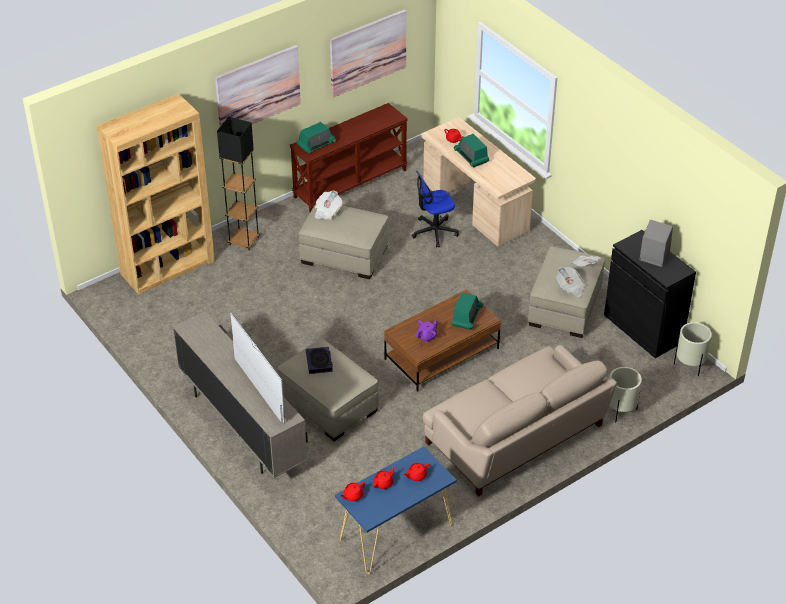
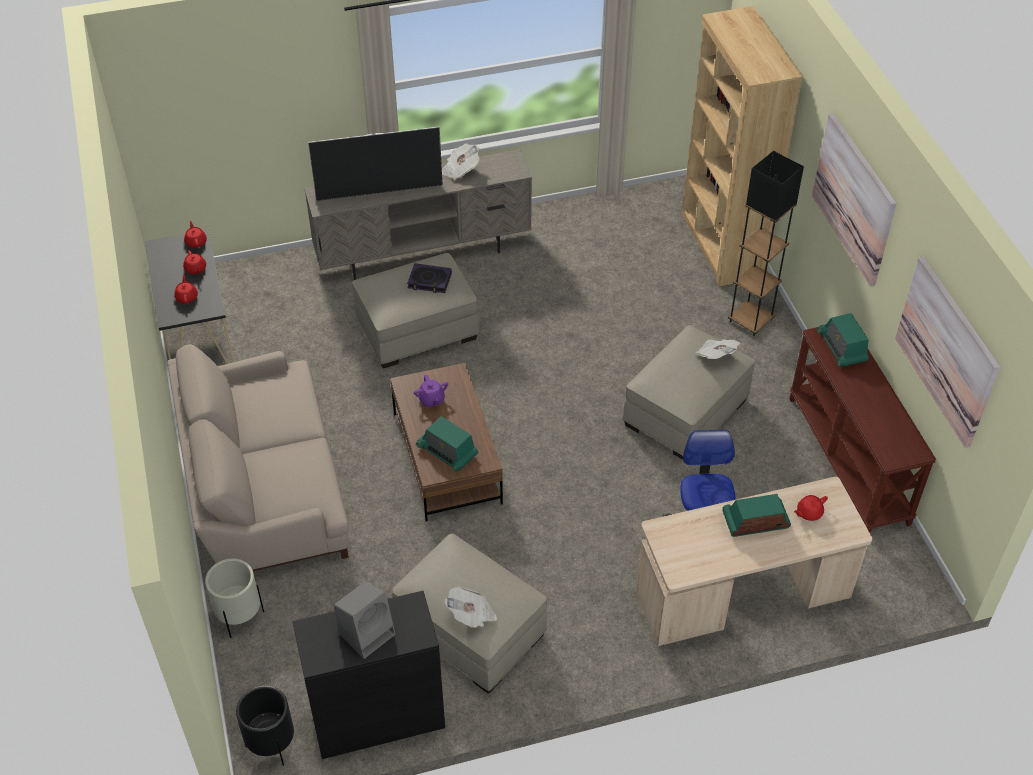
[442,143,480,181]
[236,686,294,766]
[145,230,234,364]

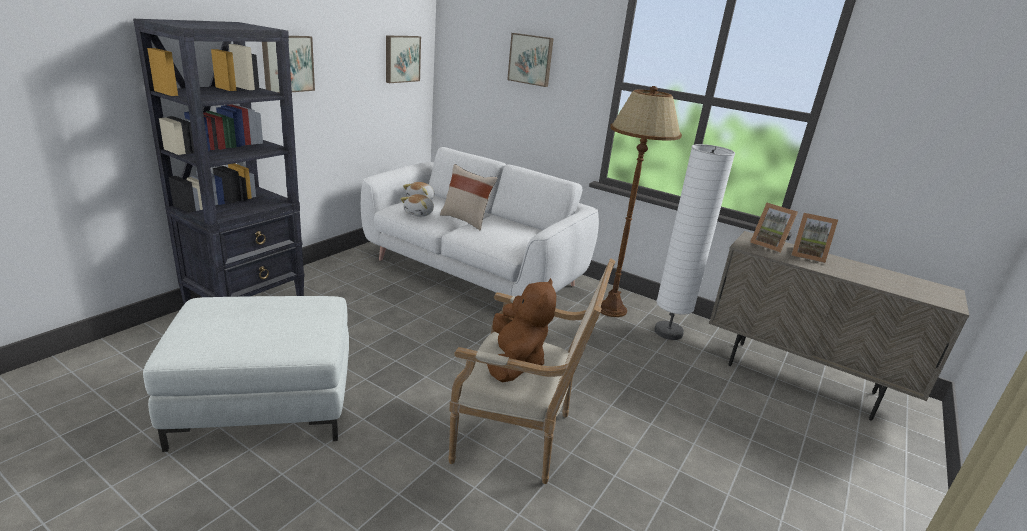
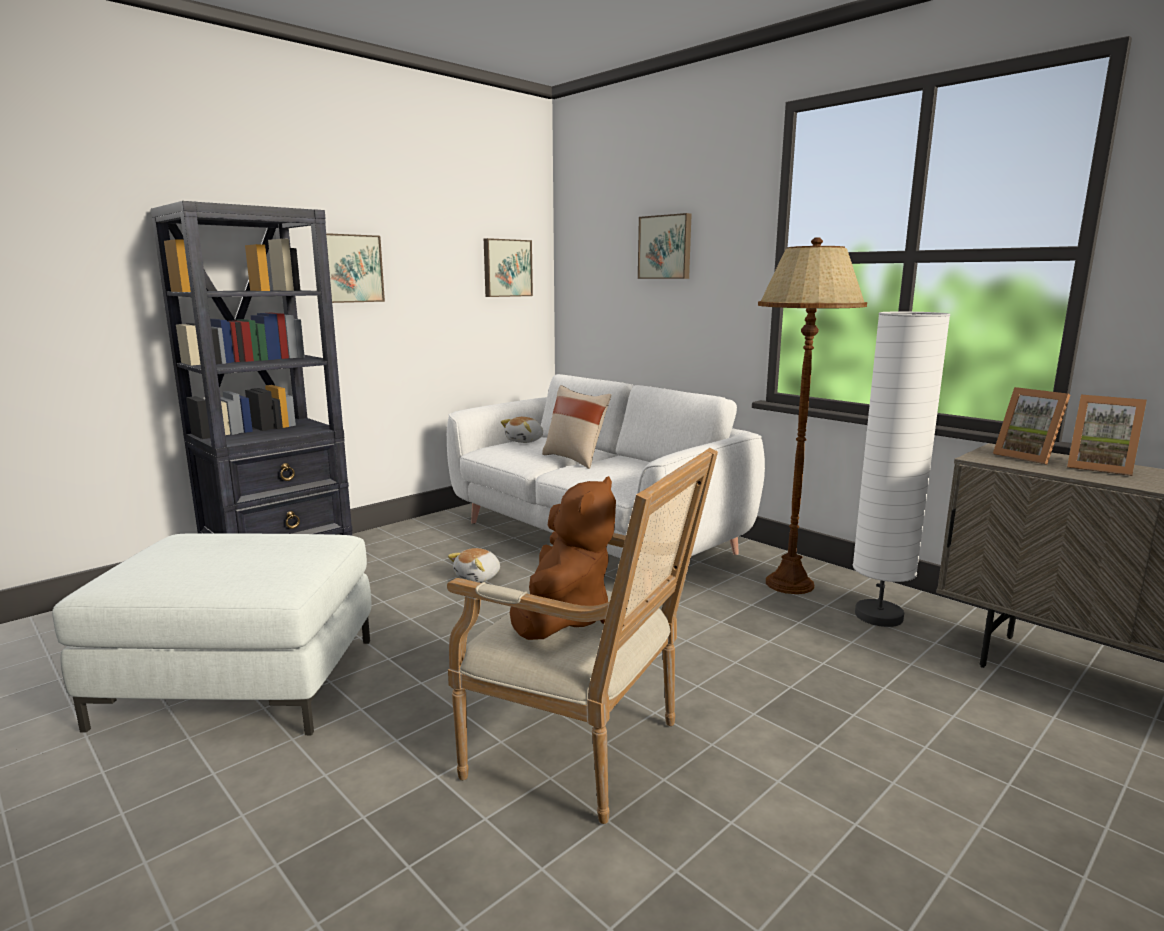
[448,548,500,583]

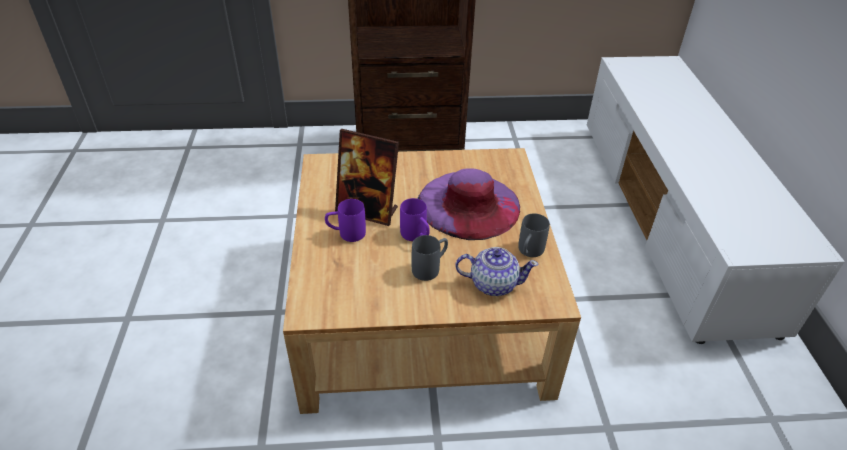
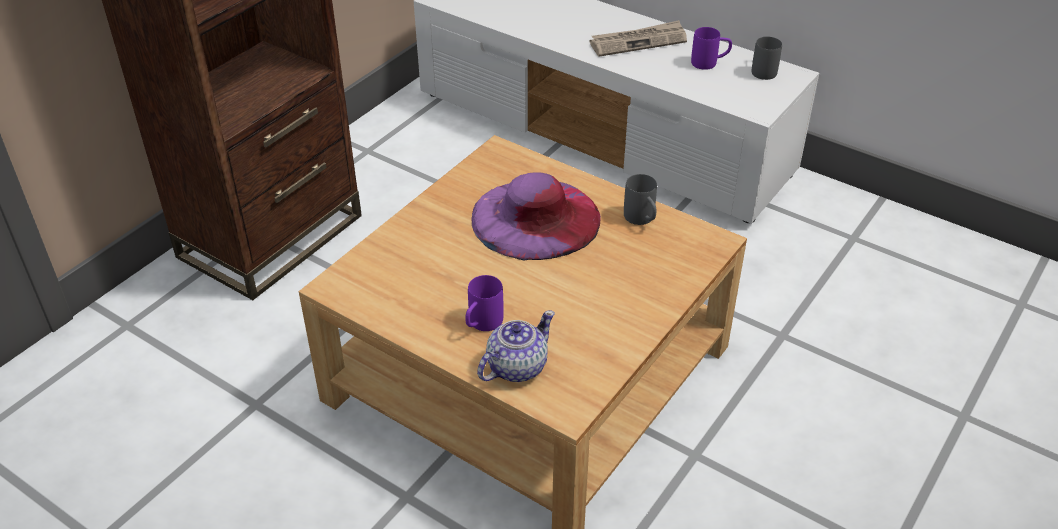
[335,129,399,226] (first image)
[691,27,732,70]
[752,36,782,80]
[477,310,555,382]
[590,20,687,57]

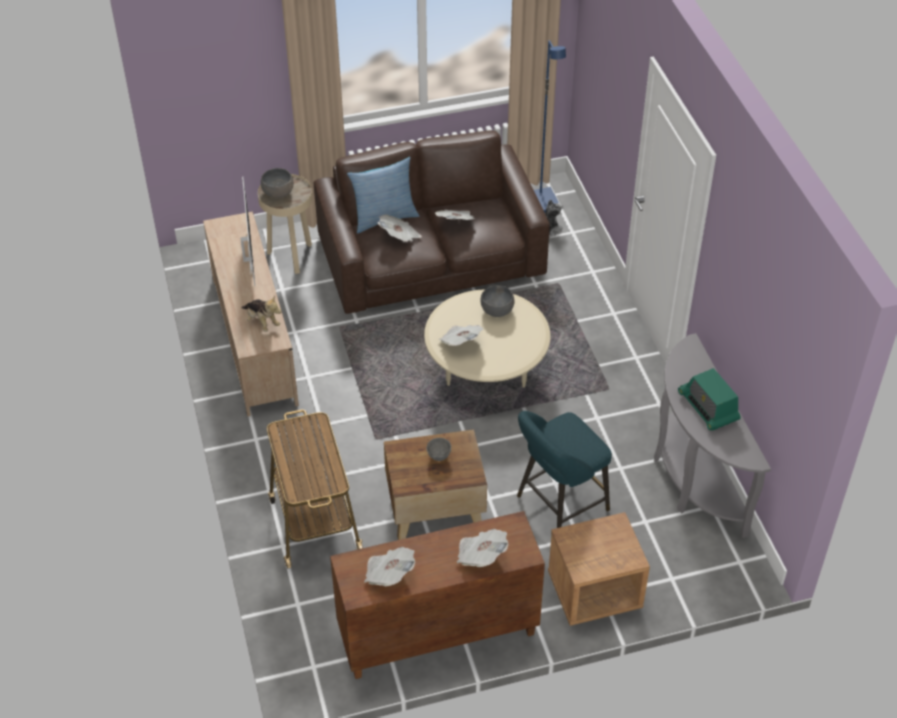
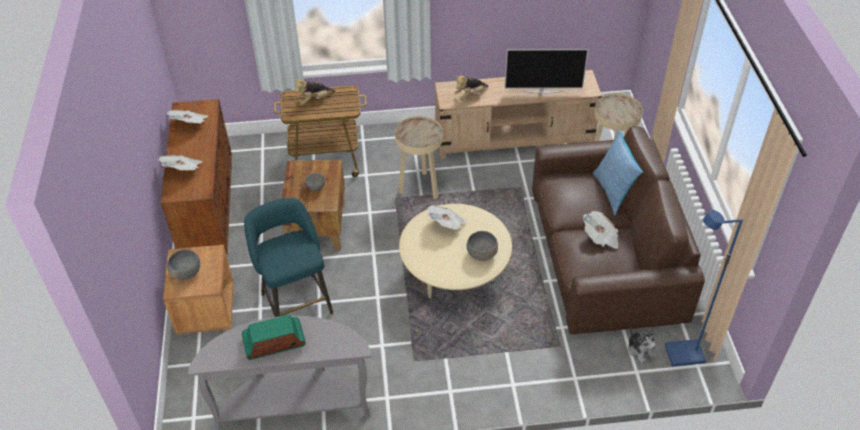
[167,249,200,280]
[377,214,422,242] (first image)
[293,79,335,105]
[395,116,443,199]

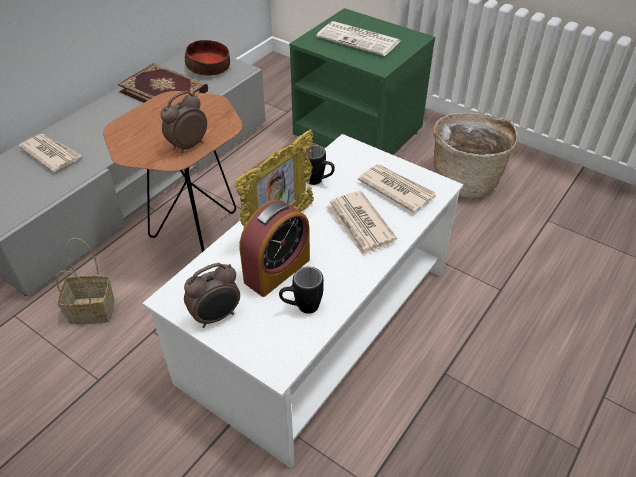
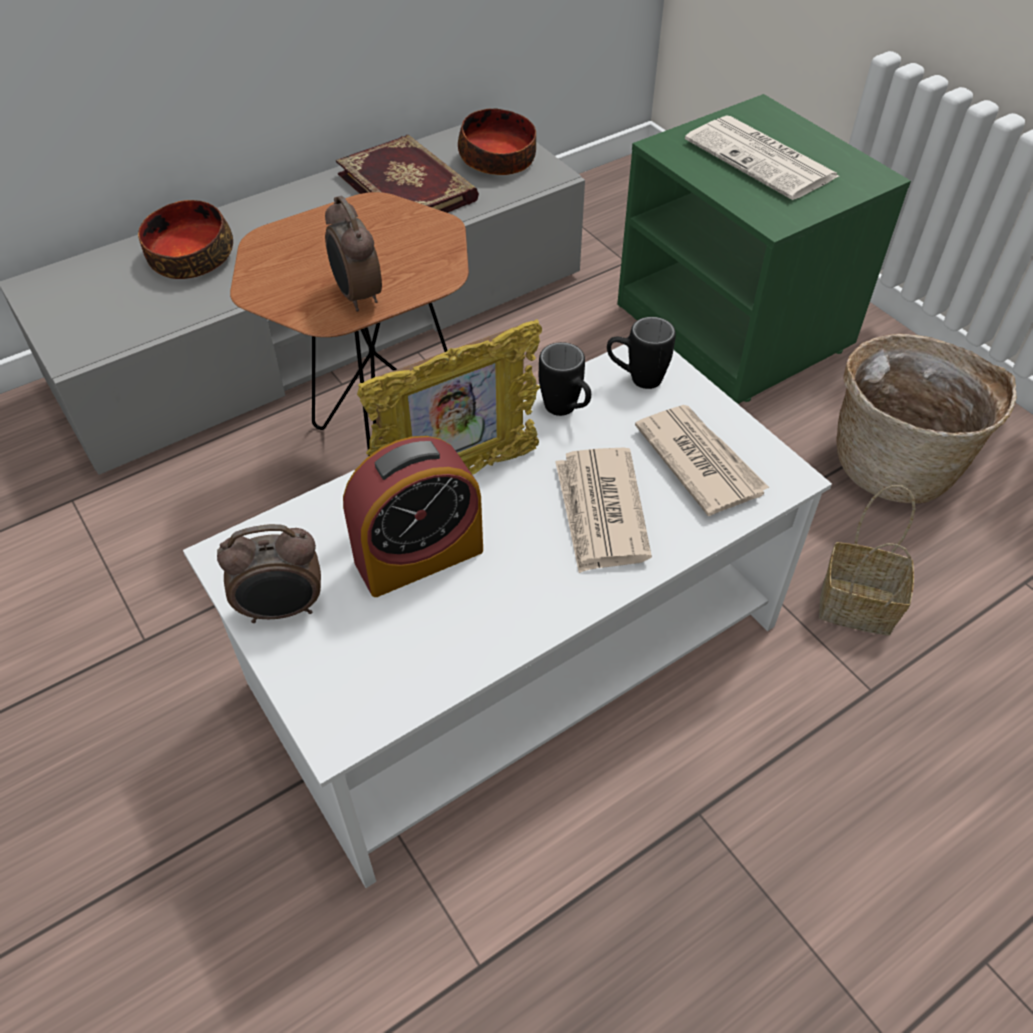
[325,195,382,312]
[138,200,233,279]
[819,485,916,636]
[607,317,676,389]

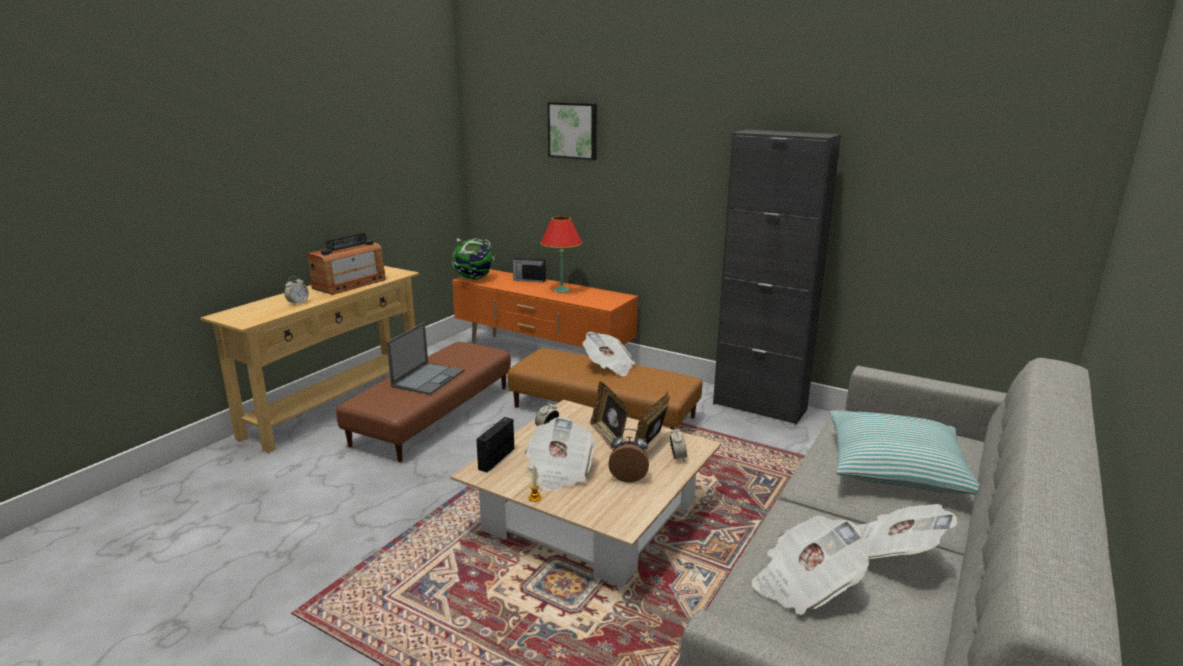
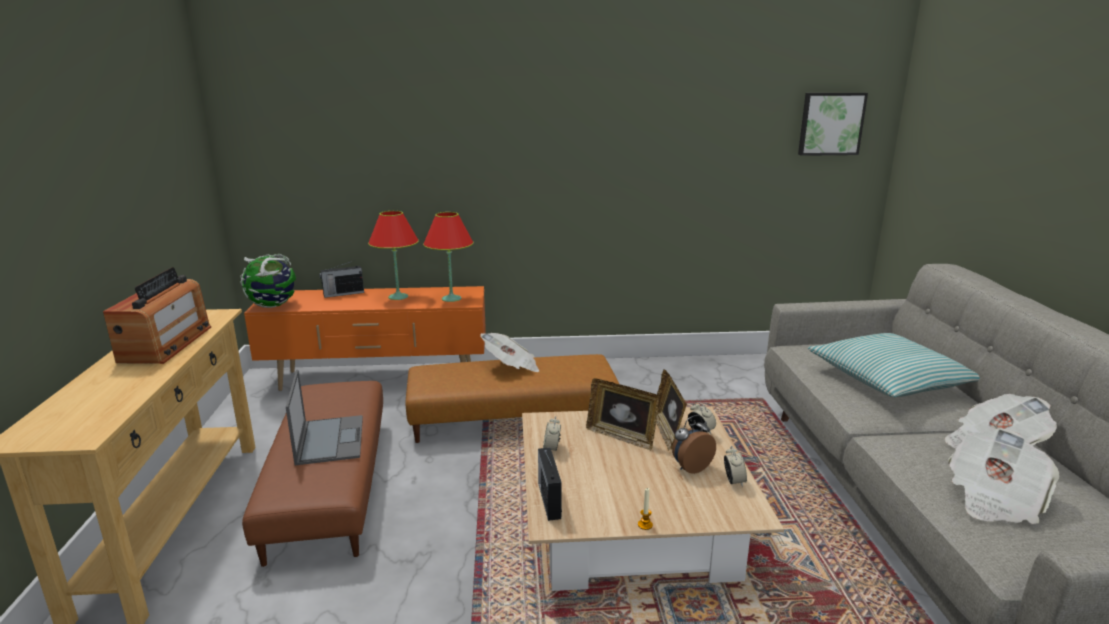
[798,93,868,156]
[713,129,841,425] (first image)
[724,446,747,487]
[525,417,596,491] (first image)
[423,212,474,302]

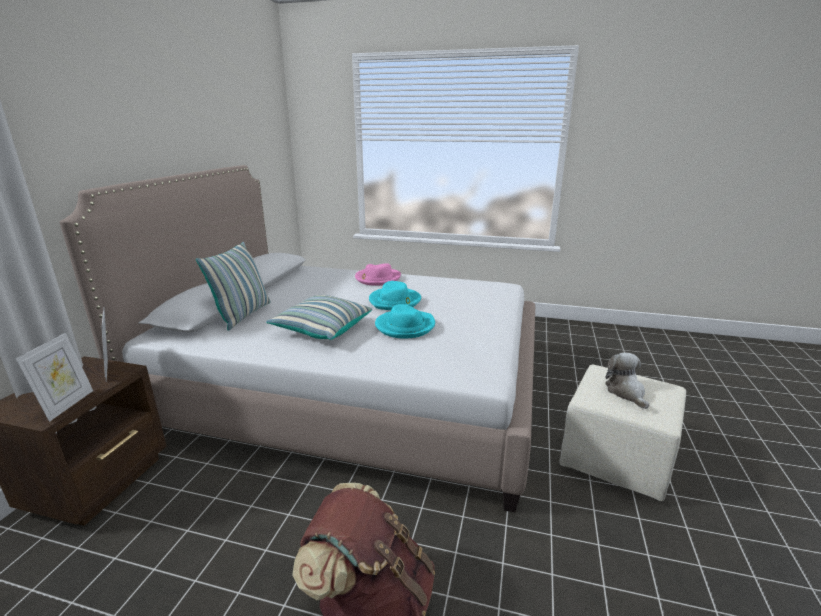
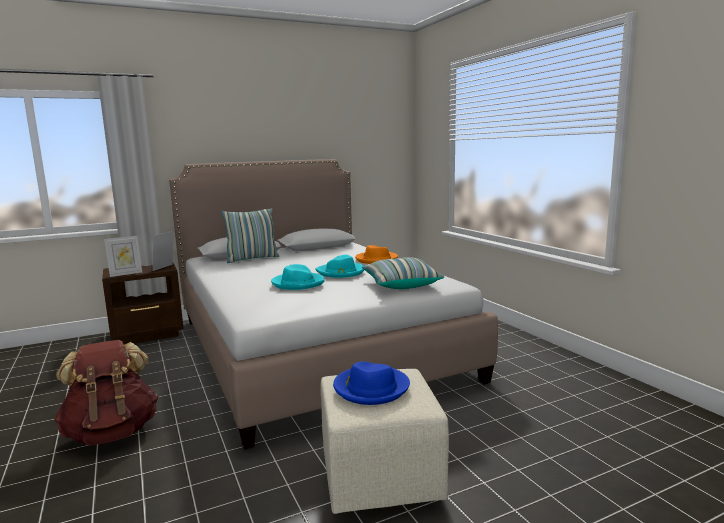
[355,245,398,264]
[362,257,444,289]
[333,361,410,405]

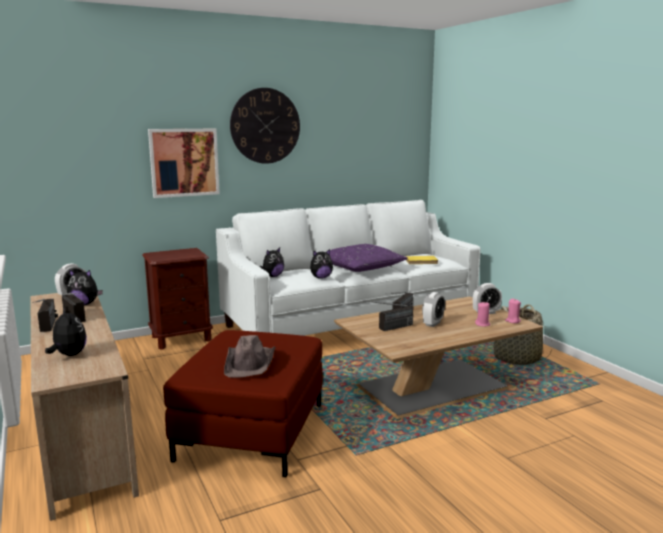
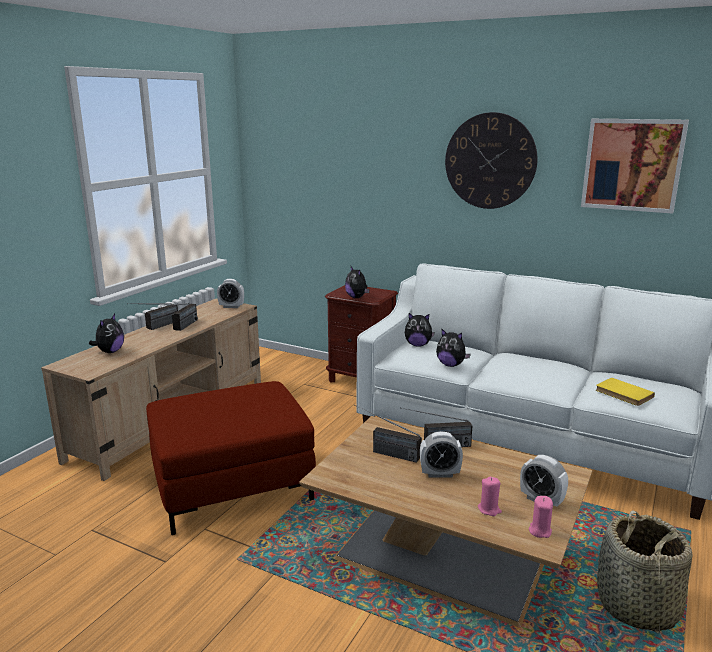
[581,119,689,214]
[329,244,408,272] (first image)
[345,267,369,298]
[224,335,276,378] (first image)

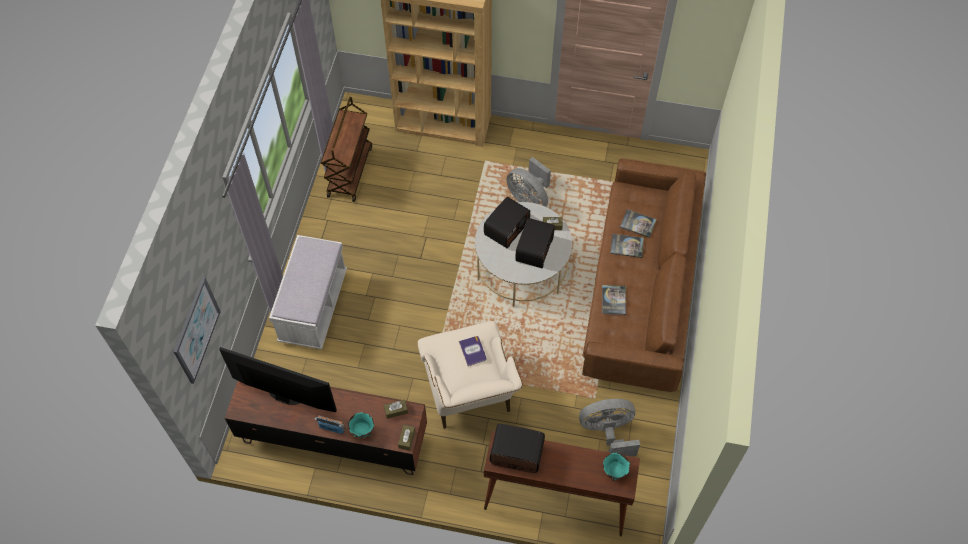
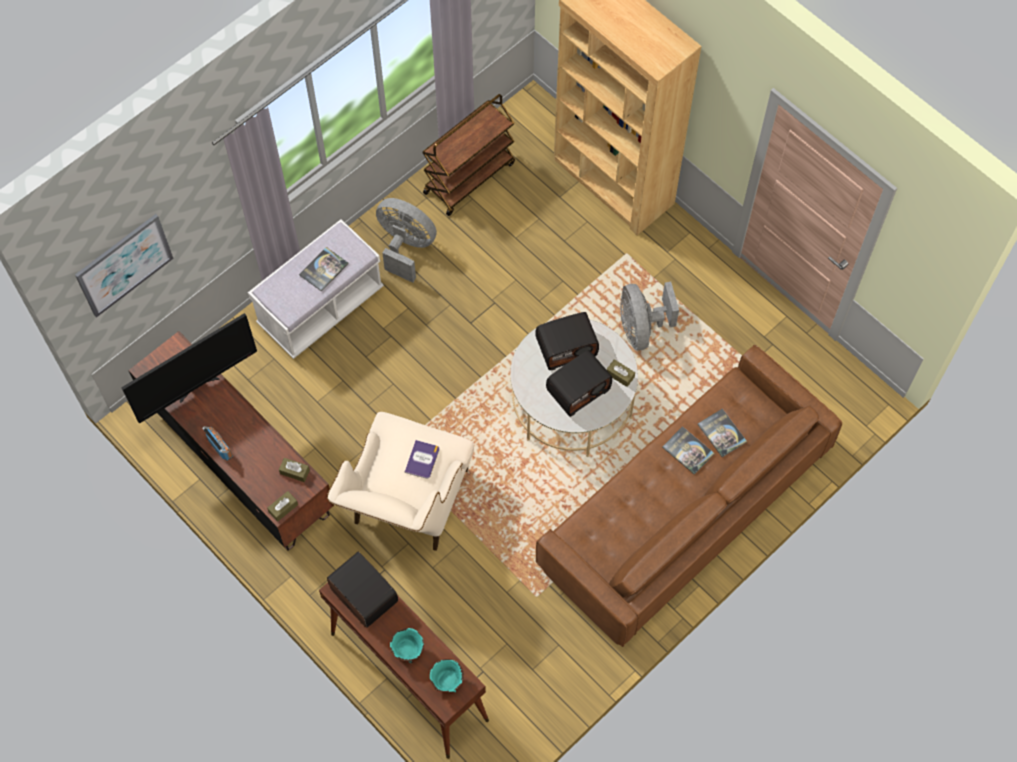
[299,247,349,292]
[121,313,257,424]
[376,198,437,283]
[390,628,424,663]

